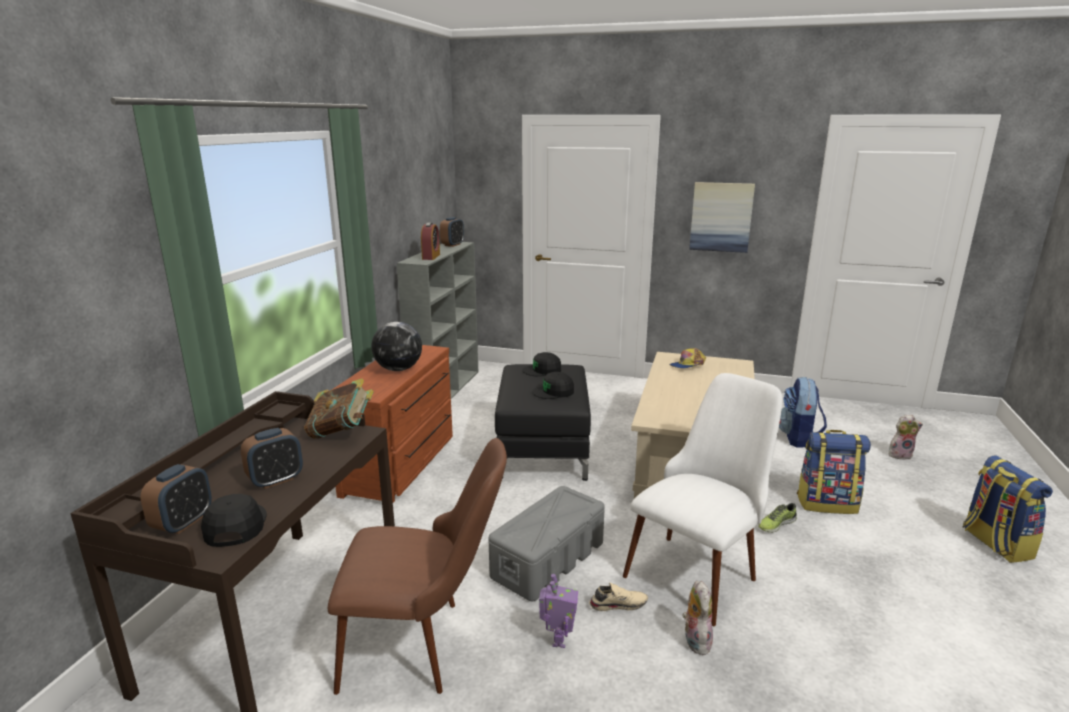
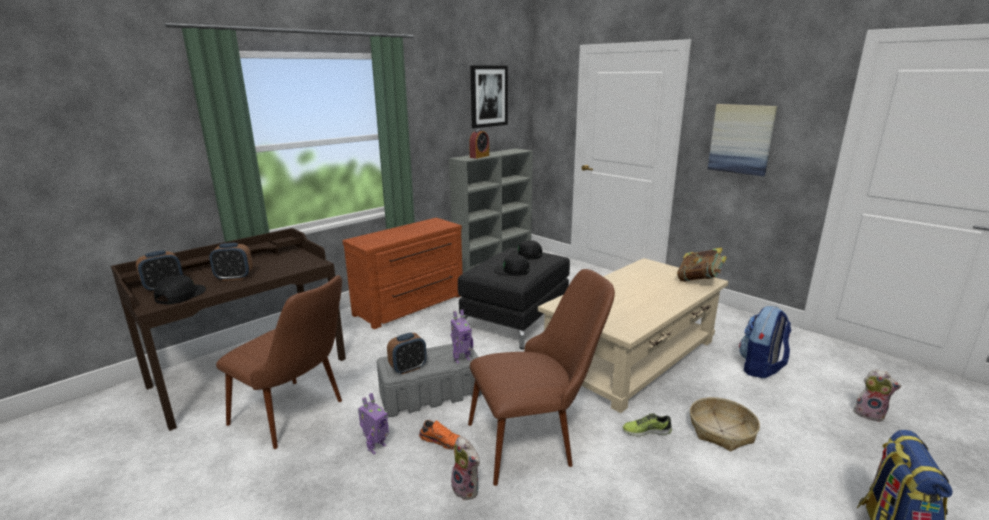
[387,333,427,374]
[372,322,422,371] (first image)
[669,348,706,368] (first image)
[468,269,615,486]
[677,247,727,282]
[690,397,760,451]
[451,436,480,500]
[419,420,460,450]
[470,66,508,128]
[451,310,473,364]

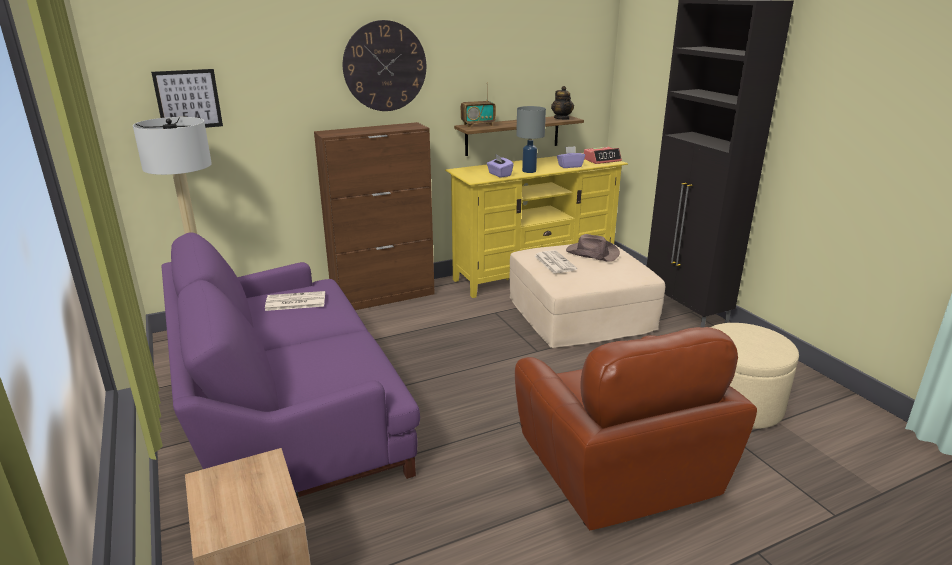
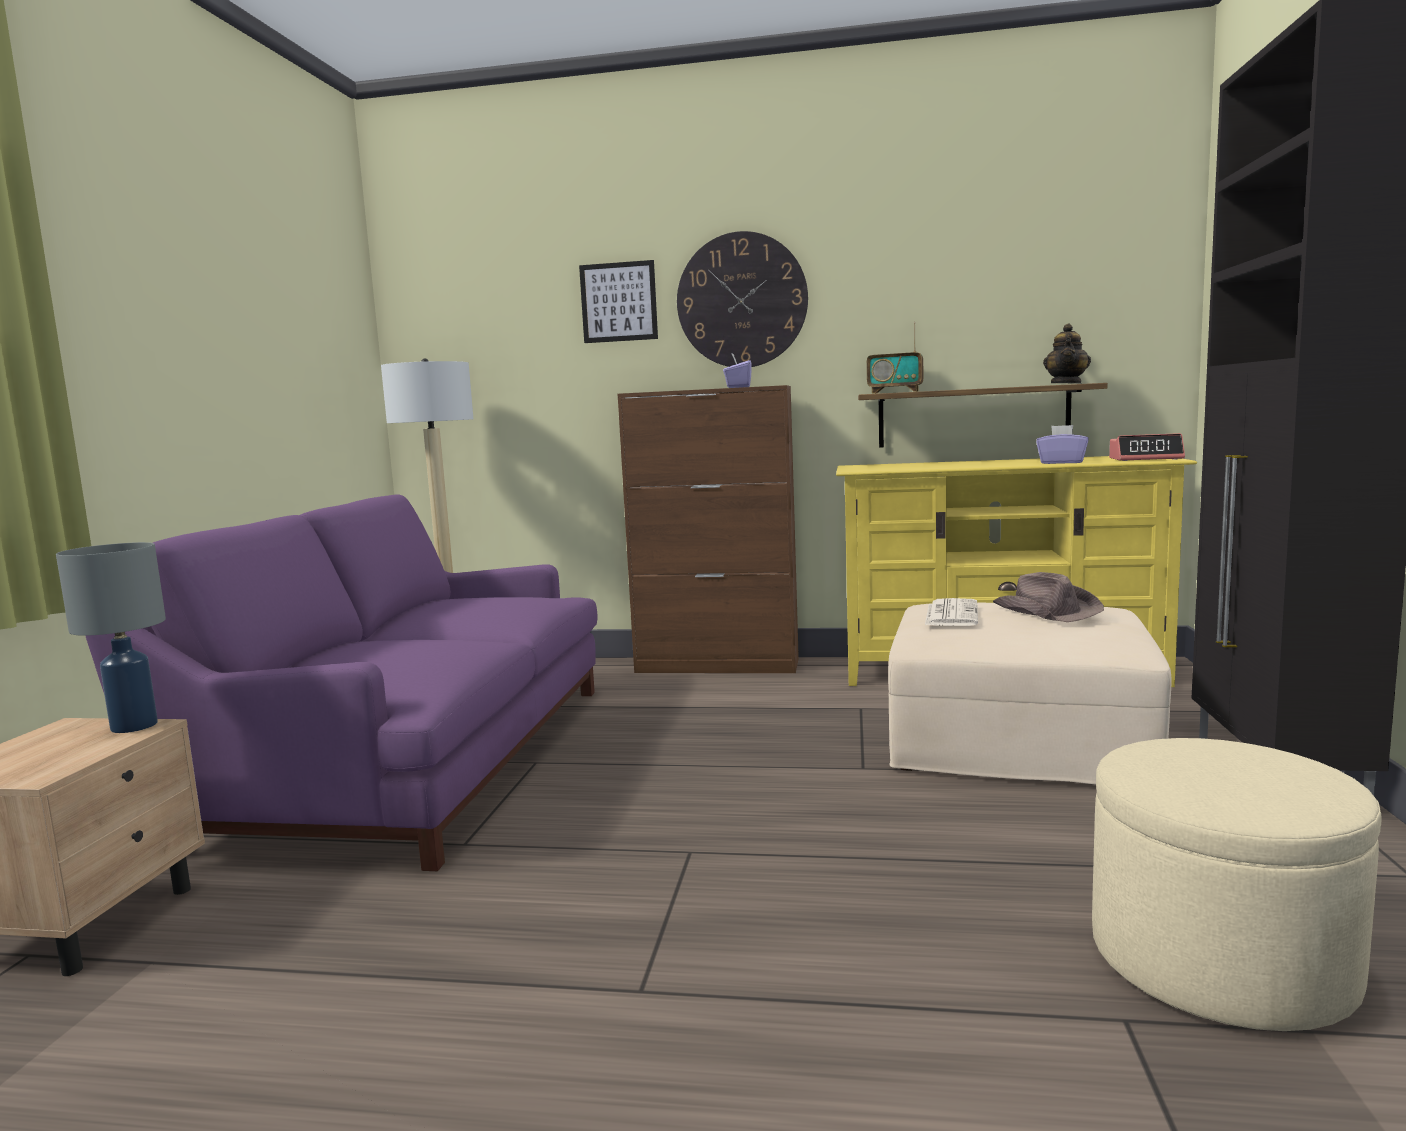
[579,260,658,343]
[56,542,166,733]
[723,353,752,388]
[265,291,325,311] (first image)
[515,327,757,530] (first image)

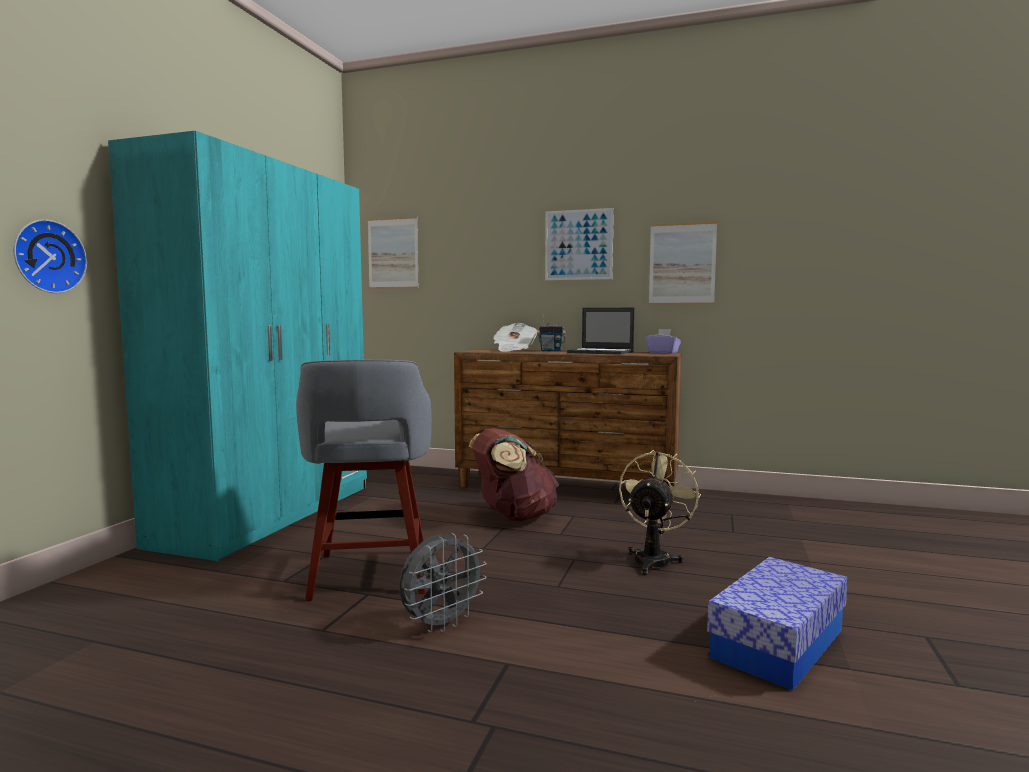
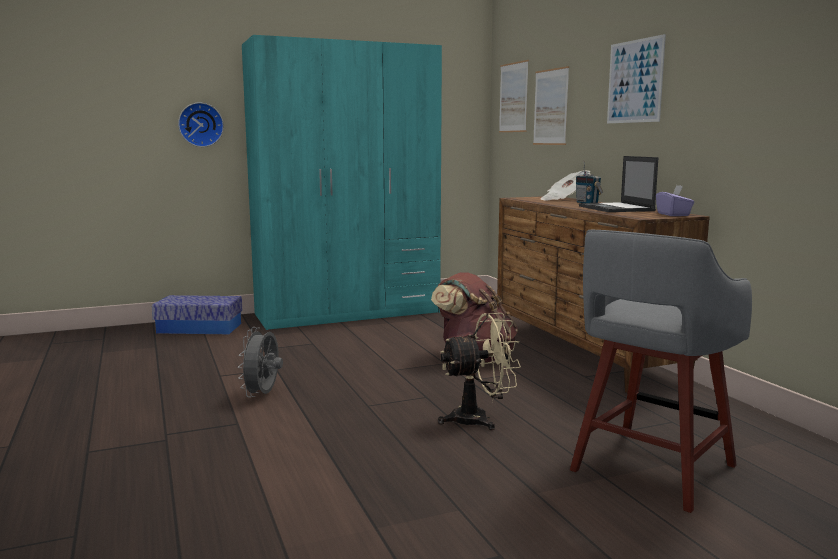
[533,66,569,145]
[570,230,752,513]
[238,327,283,397]
[152,295,242,334]

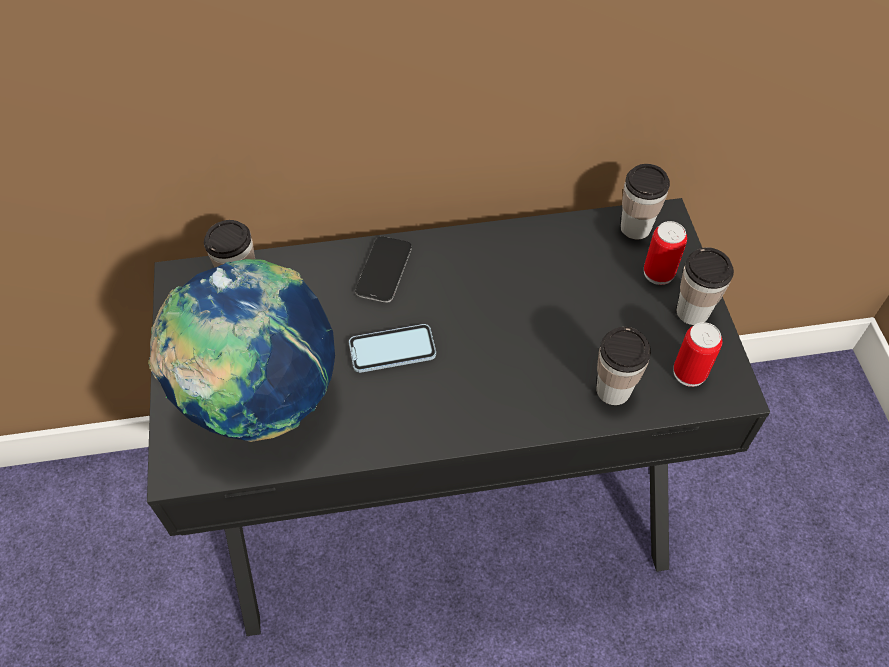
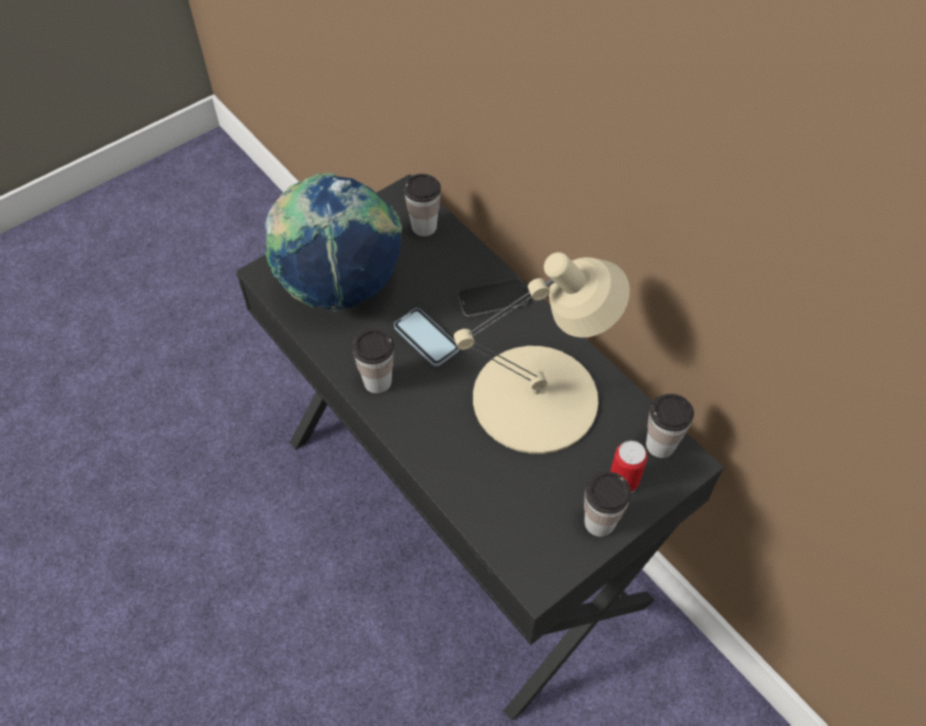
[673,322,722,387] (first image)
[352,329,394,394]
[454,252,630,454]

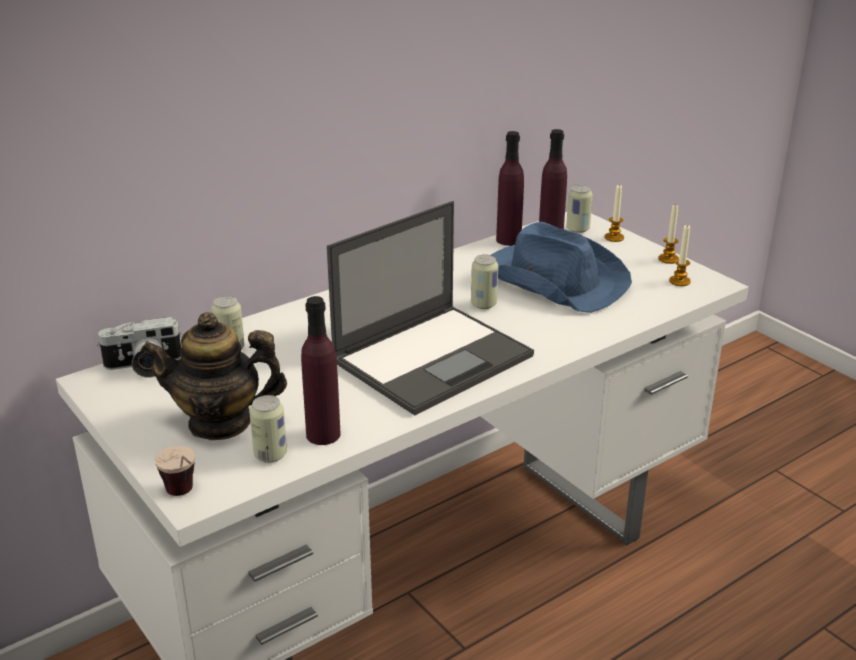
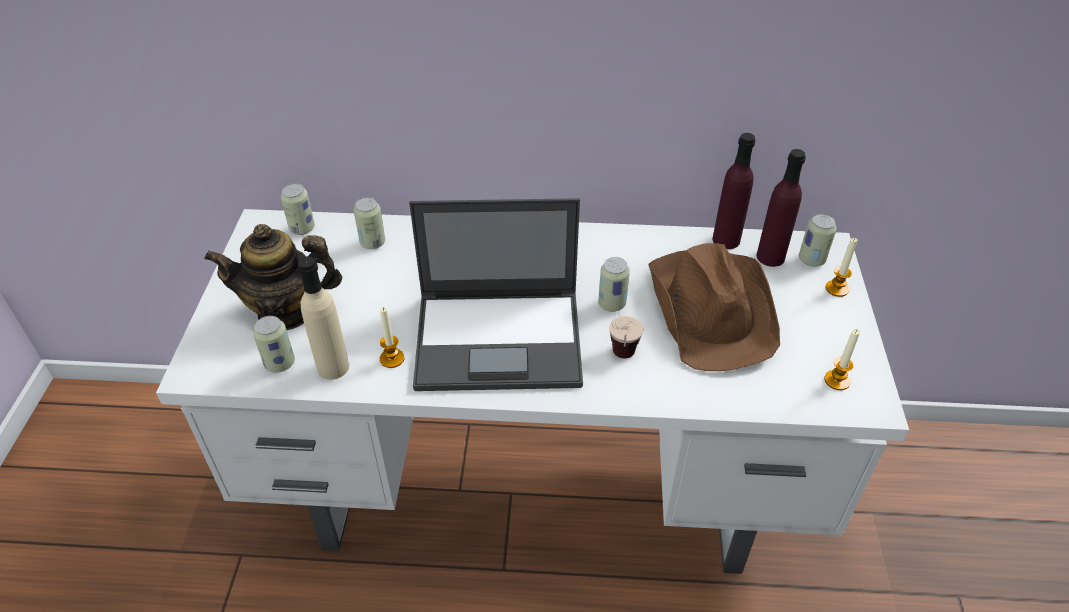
[380,308,404,368]
[648,243,780,371]
[298,257,349,380]
[204,224,342,330]
[281,183,315,235]
[609,316,643,358]

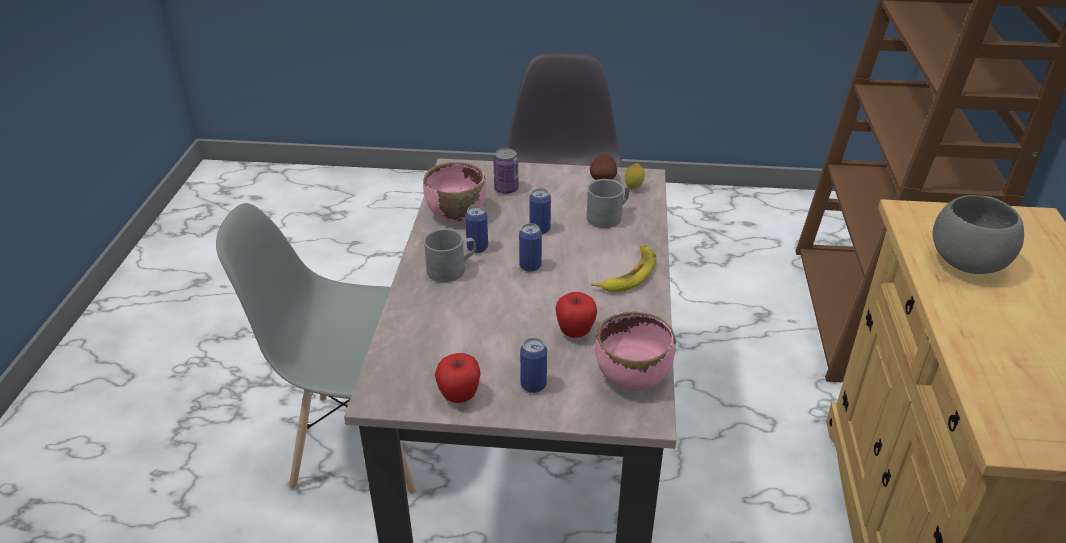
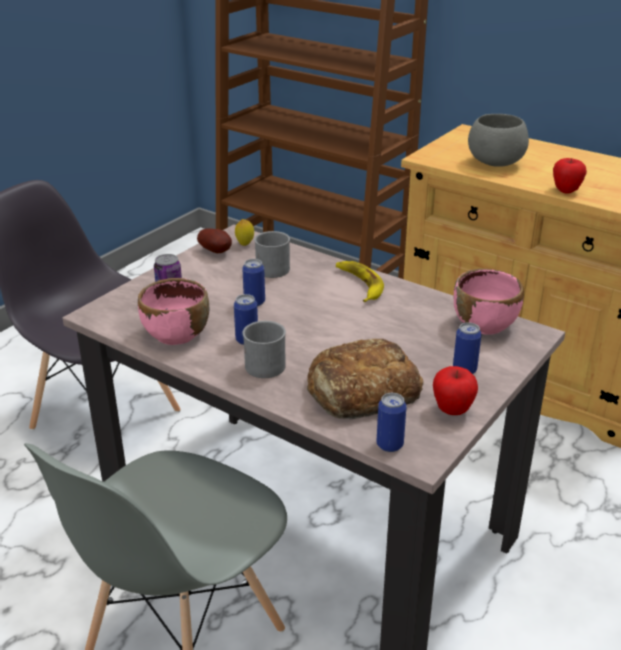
[377,393,407,452]
[553,158,587,194]
[307,339,424,419]

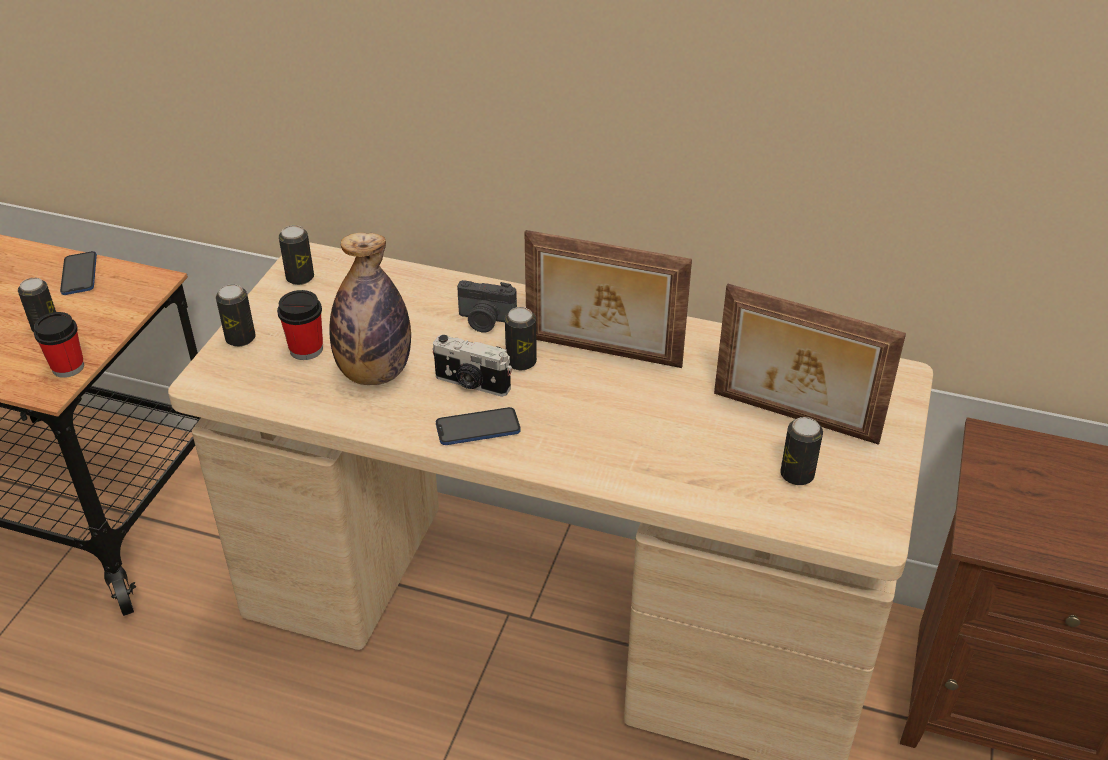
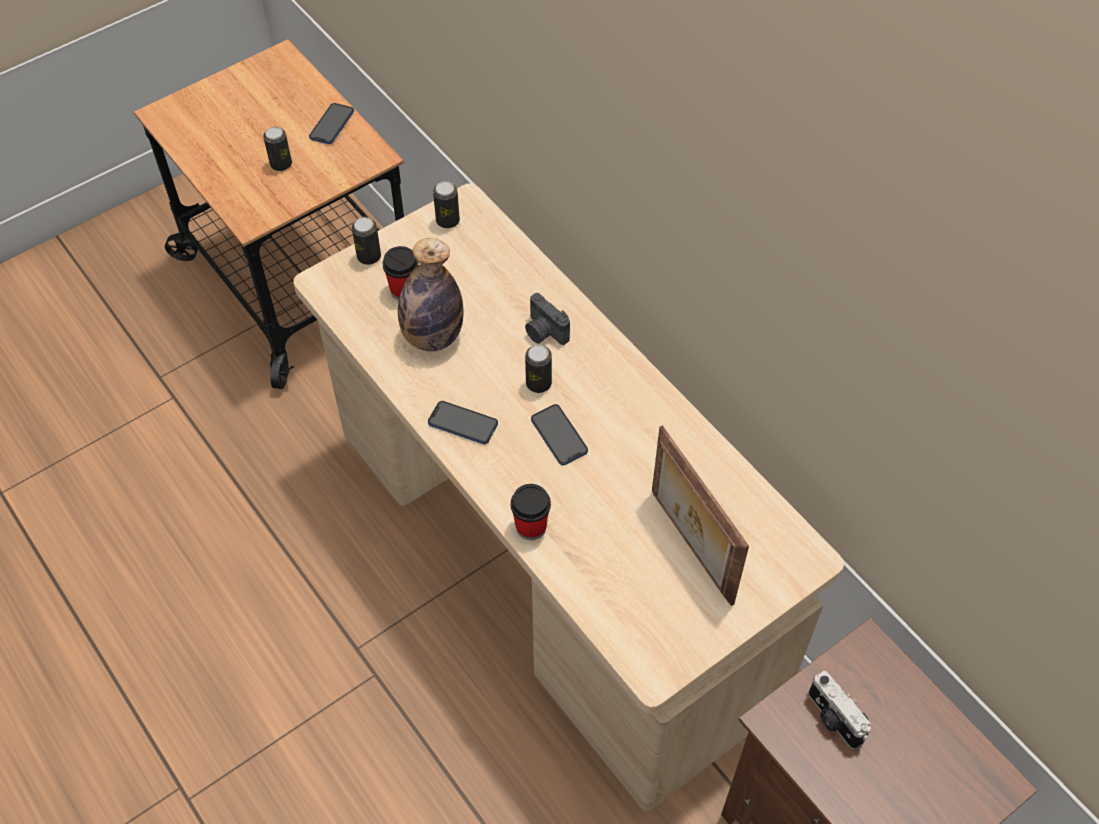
[524,230,692,368] (first image)
[510,484,551,540]
[808,671,871,749]
[780,417,823,485] (first image)
[531,404,588,465]

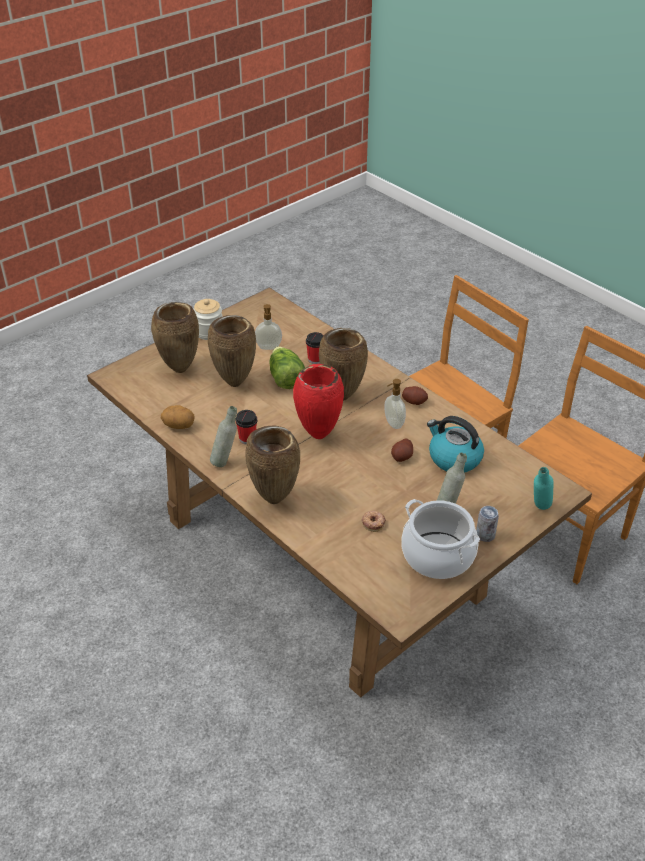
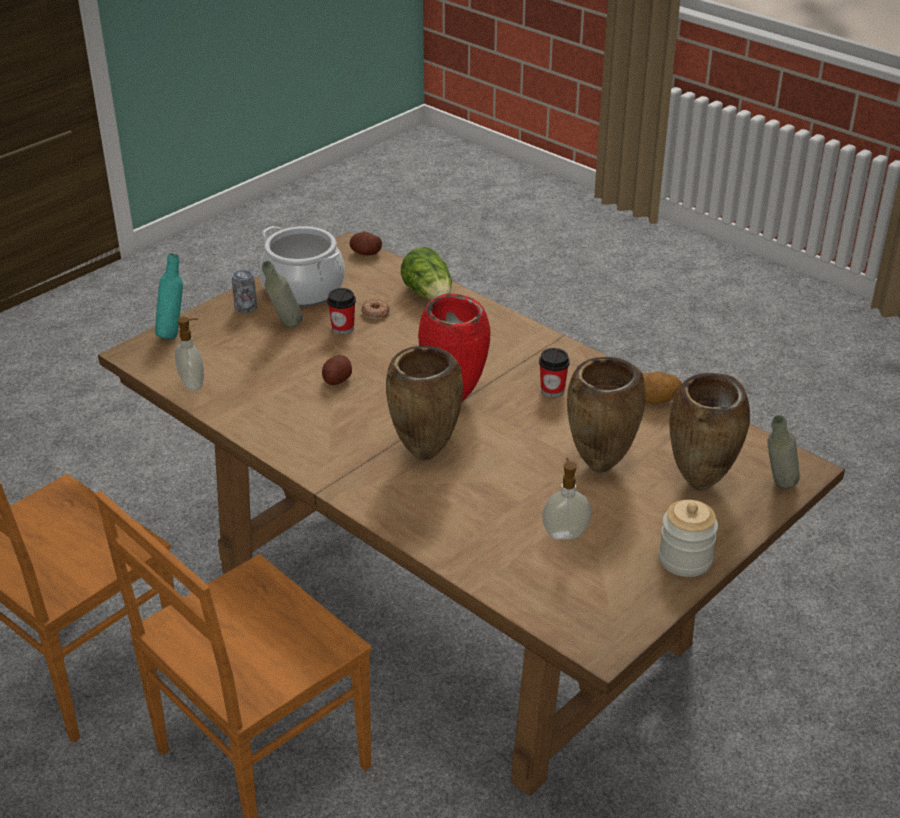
[327,288,356,334]
[401,247,452,300]
[175,317,204,391]
[350,232,382,256]
[767,415,800,488]
[427,416,484,473] (first image)
[245,425,300,504] (first image)

